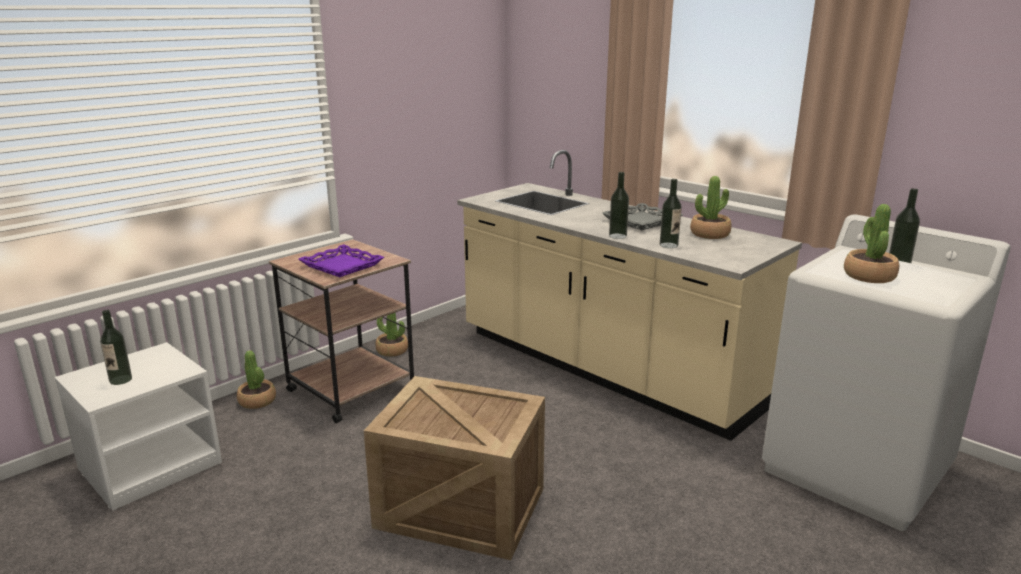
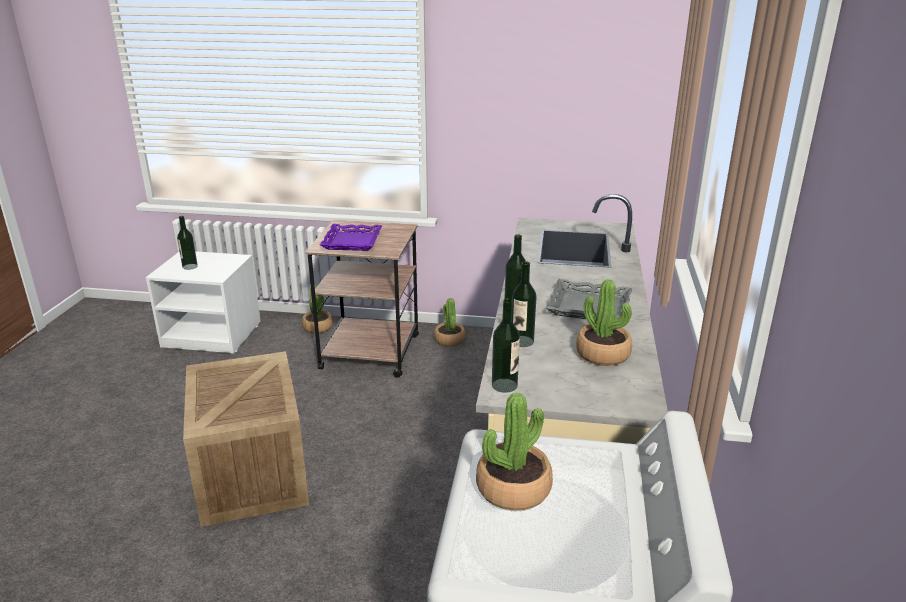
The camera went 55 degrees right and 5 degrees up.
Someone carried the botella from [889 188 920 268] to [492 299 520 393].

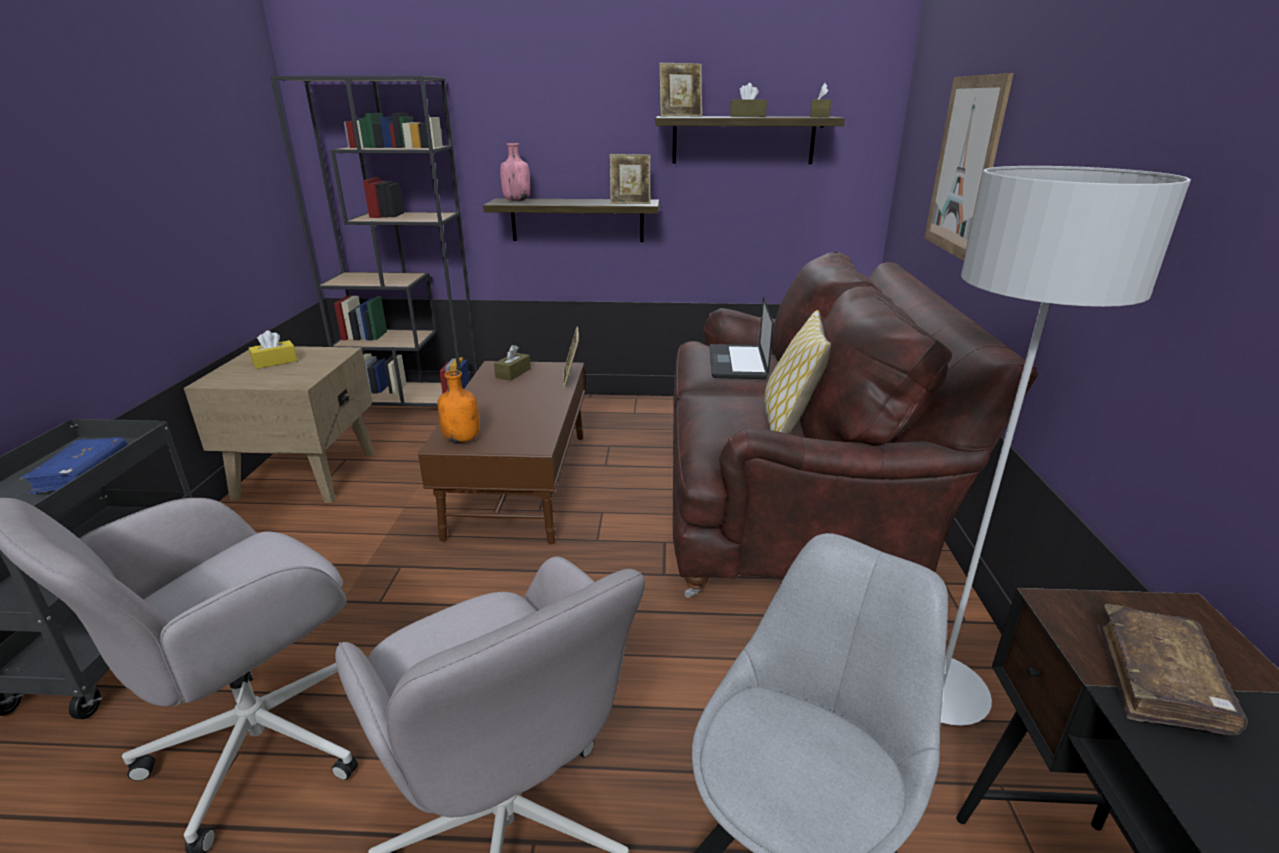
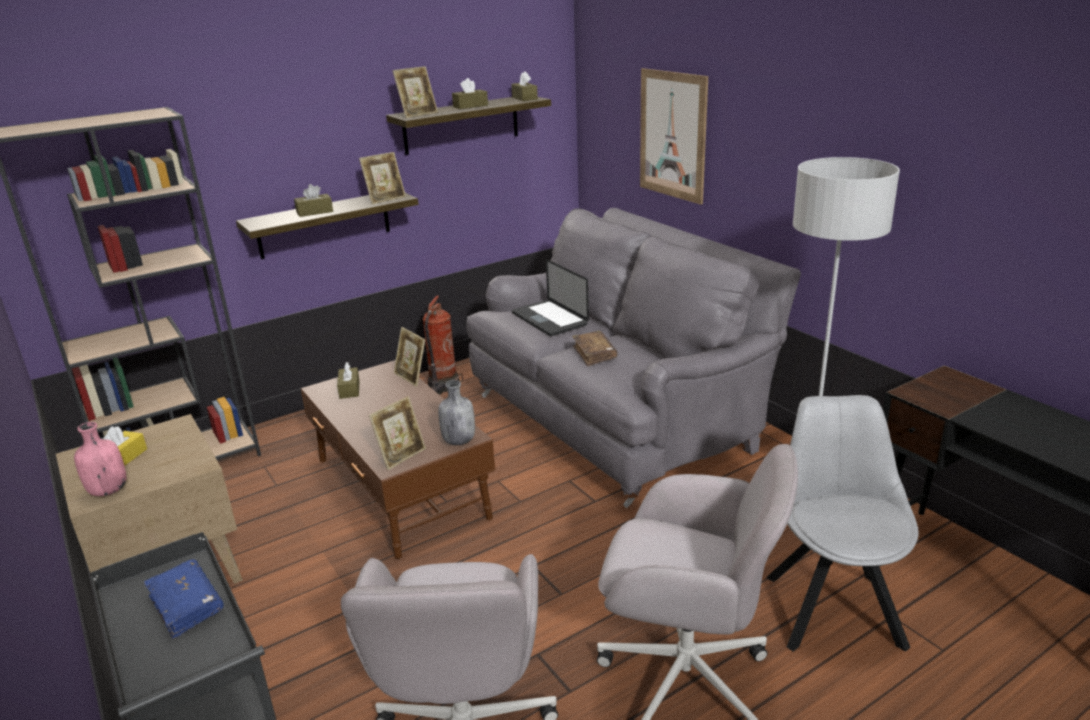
The camera went 35 degrees left and 0 degrees up.
Someone took away the cojín at [764 310 831 434].
Someone put down the caja de pañuelos/marrón at [294 184 333 217].
Someone put down the extintor at [422 295 463 395].
Someone put down the botella/gris at [438 380 475 445].
Someone carried the botella/rosa from [500 143 530 201] to [74 422 126 496].
Someone carried the libro/marrón from [1098 604 1248 735] to [572 331 618 366].
Someone swapped the botella/naranja at [437 370 479 443] for the portarretratos at [369 396 426 470].
Someone repainted the sofá/marrón at [673 252 1038 598], which became the sofá/gris at [466 208 801 508].

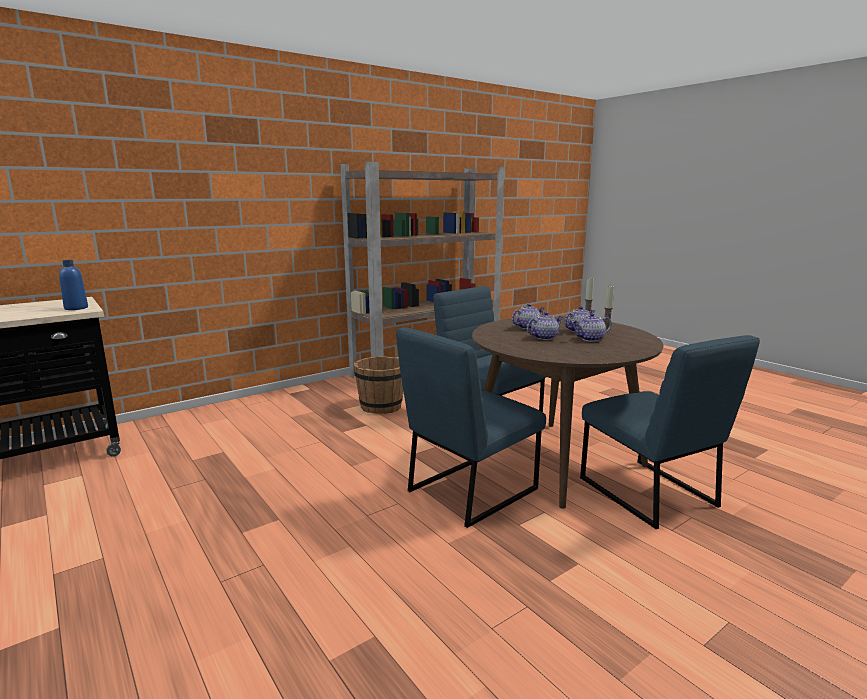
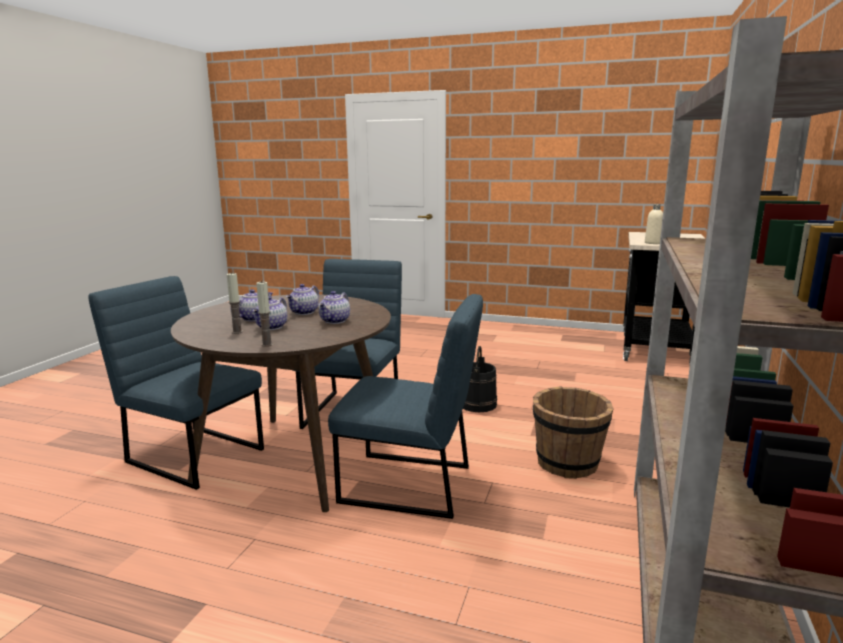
The camera went 145 degrees right and 0 degrees up.
Someone put down the cubo/negro at [463 346 497 412].
Someone repainted the botella/azul at [59 260 88 310], which became the botella/beis at [645 204 663 244].

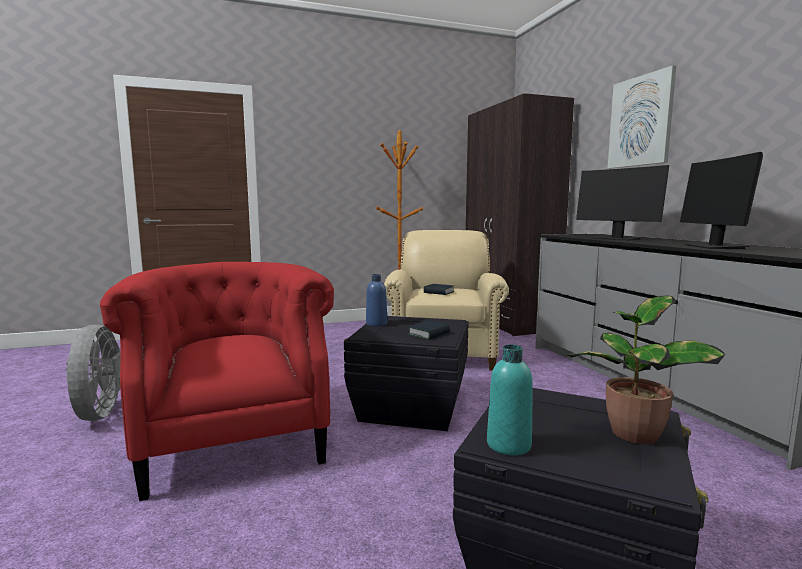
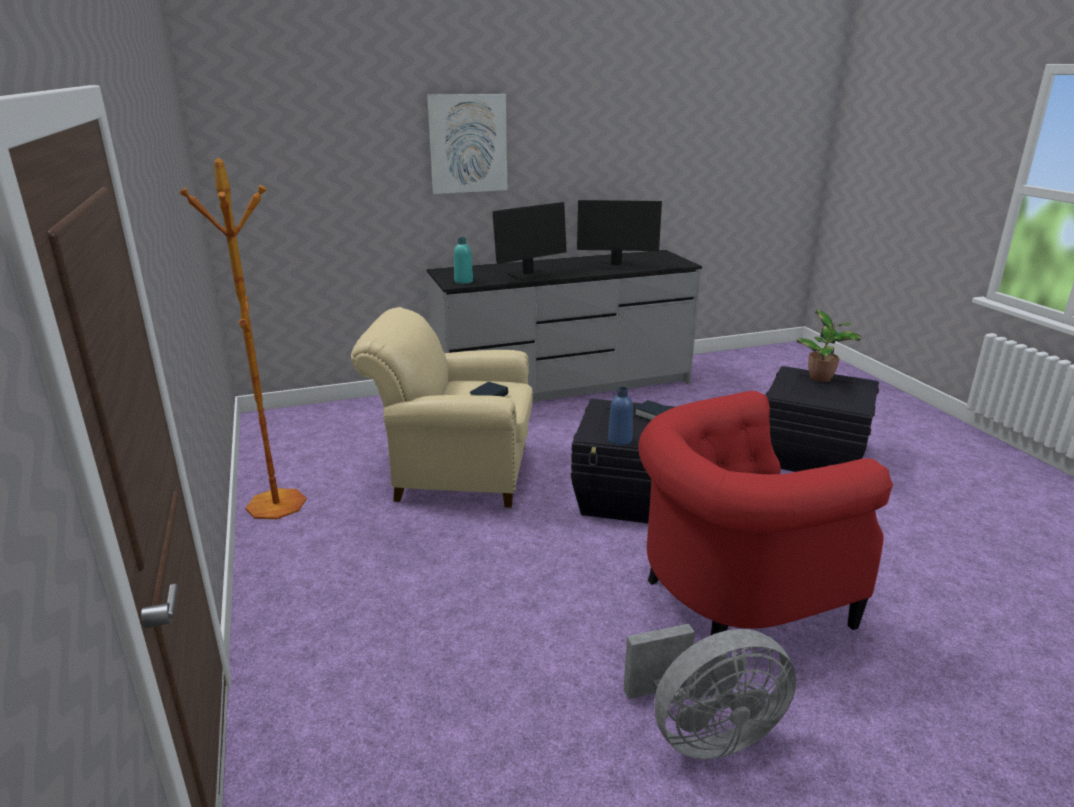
The camera went 90 degrees left and 15 degrees up.
Someone took away the armario ropero/marrón at [466 93 574 336].
Someone carried the botella/turquesa from [487 344 533 455] to [454 237 473 284].

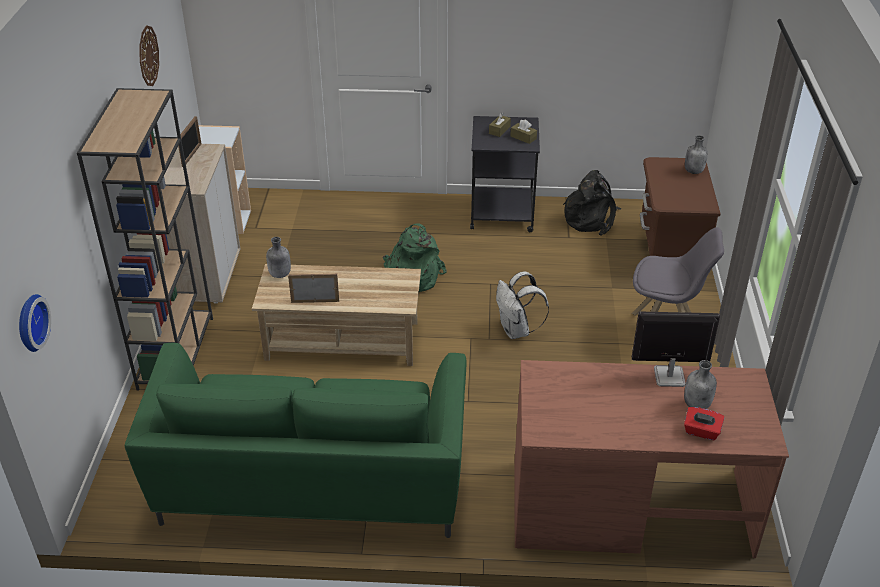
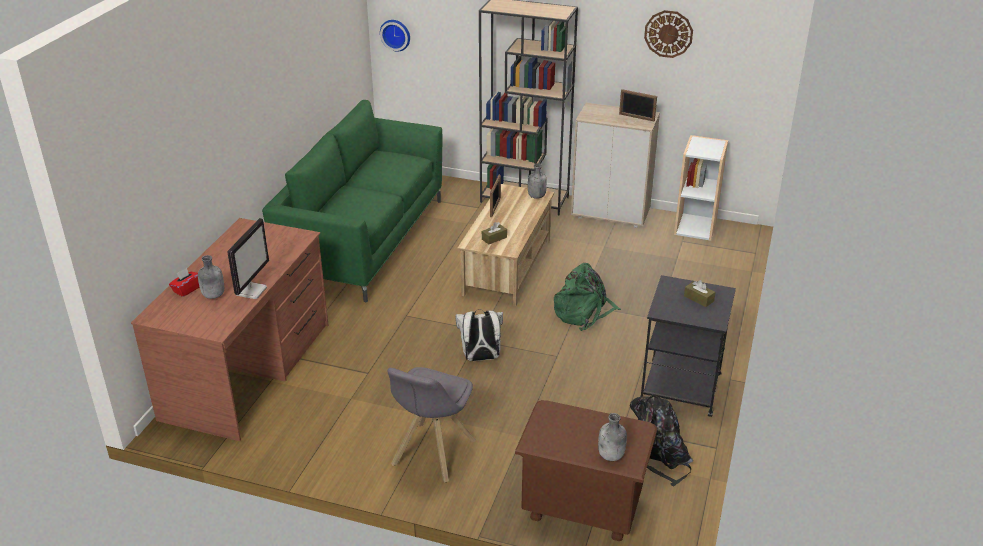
The camera went 105 degrees right and 5 degrees down.
Someone carried the caja de pañuelos/marrón from [510 119 537 144] to [482 222 507 245].

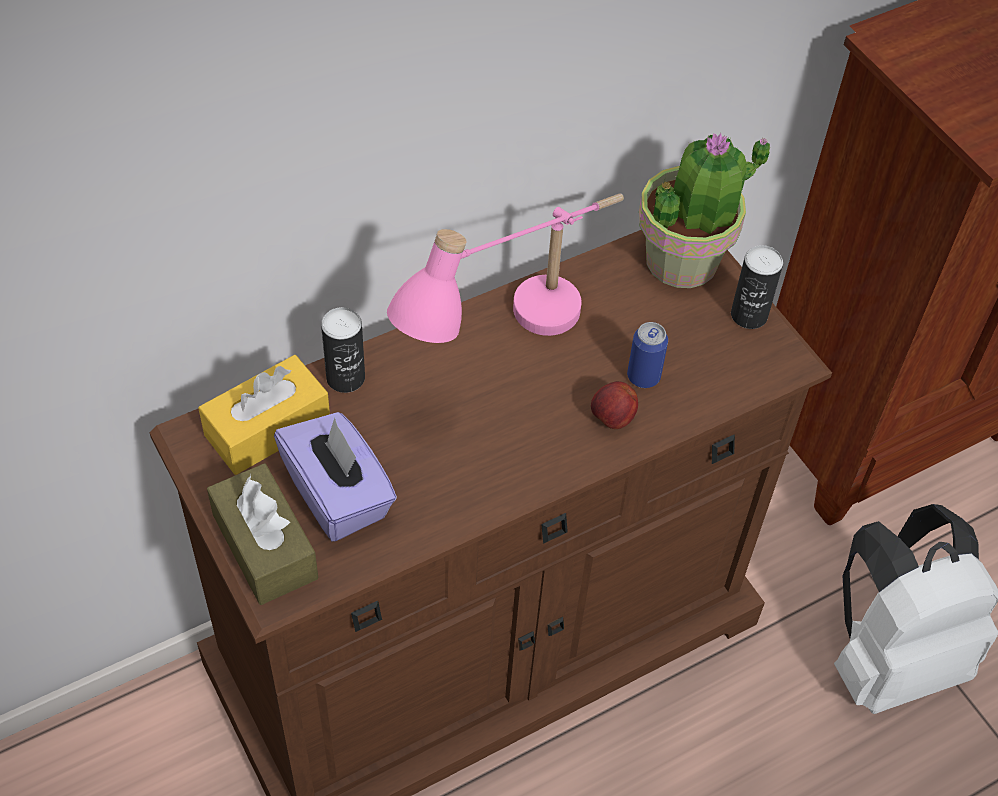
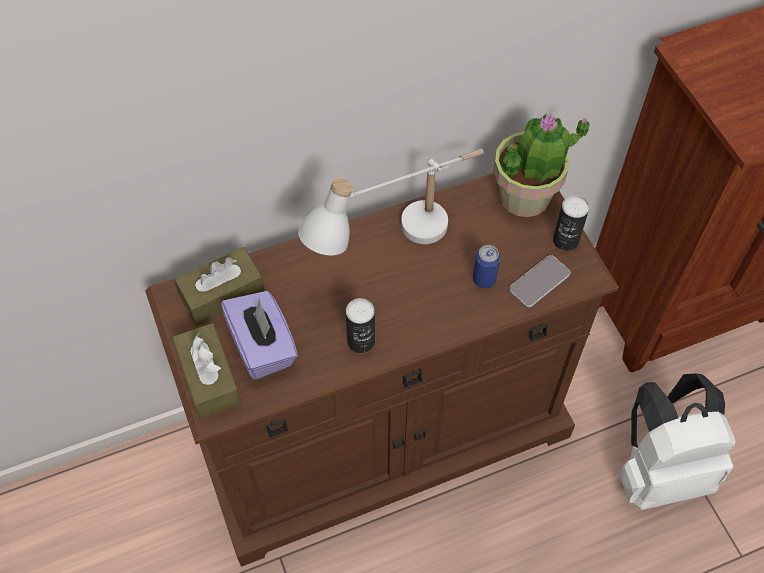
The camera went 10 degrees right and 5 degrees up.
Someone took away the manzana at [591 381 638 429].
Someone put down the móvil at [509 255 571 307].
Someone carried the lata from [321 307 365 393] to [346 298 375 353].
Someone repainted the caja de pañuelos/amarillo at [198 355 330 475], which became the caja de pañuelos/marrón at [174 247 265 326].
Someone repainted the lámpara de mesa/rosa at [387 193 624 343], which became the lámpara de mesa/blanco at [298 149 484 255].

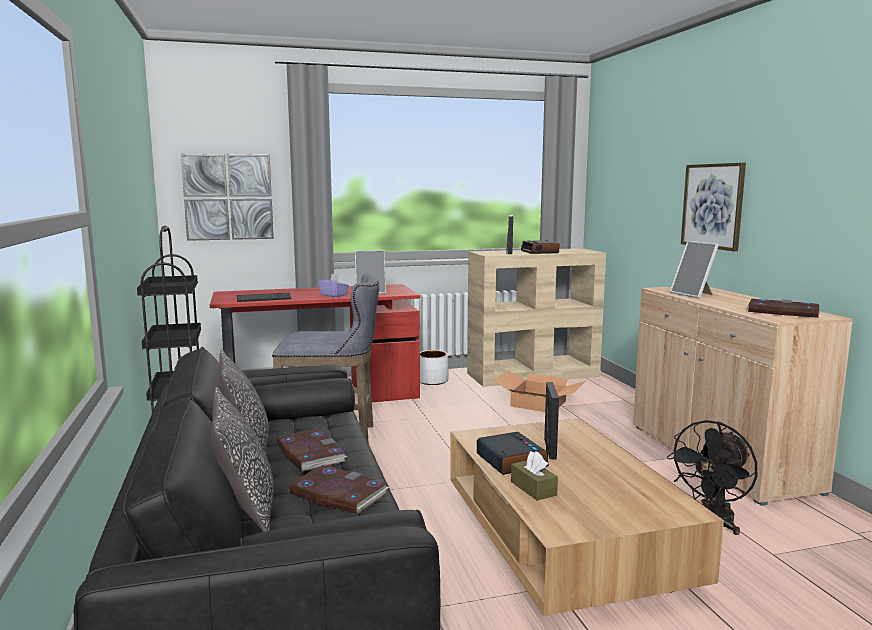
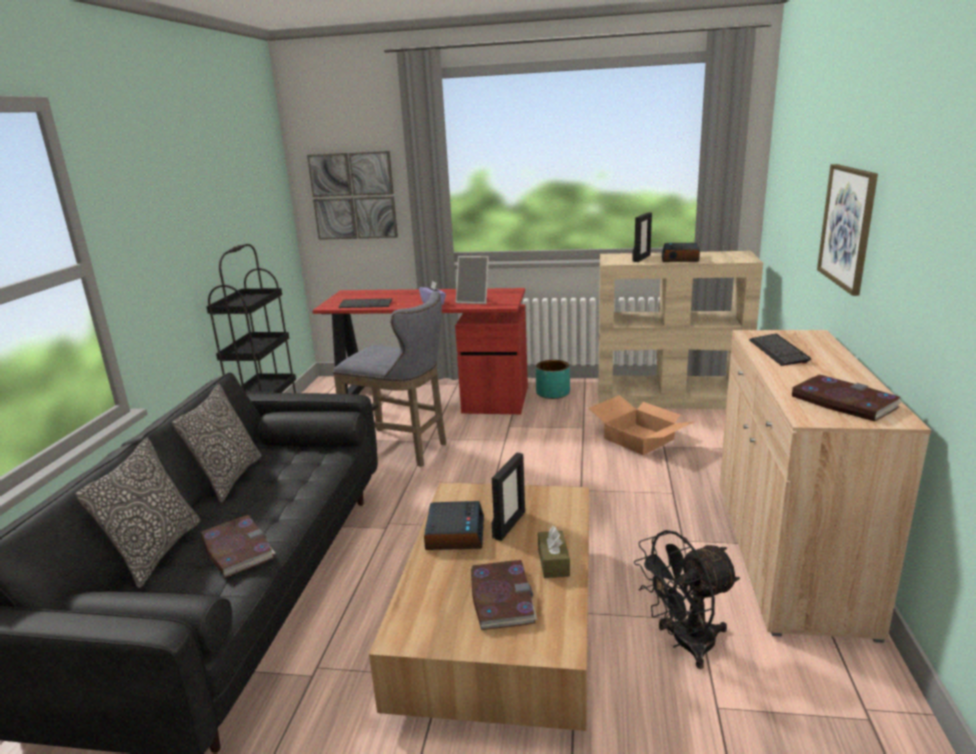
The camera went 25 degrees right and 10 degrees up.
Someone carried the libro from [277 429 347 471] to [471 560 537 630].
Someone carried the caja de pañuelos/marrón from [511 451 558 501] to [538 525 570 578].
Someone swapped the portarretratos at [670 241 719 299] for the teclado at [749 334 811 366].
Someone repainted the maceta/blanco at [420 350 448 385], which became the maceta/turquesa at [536 360 570 399].

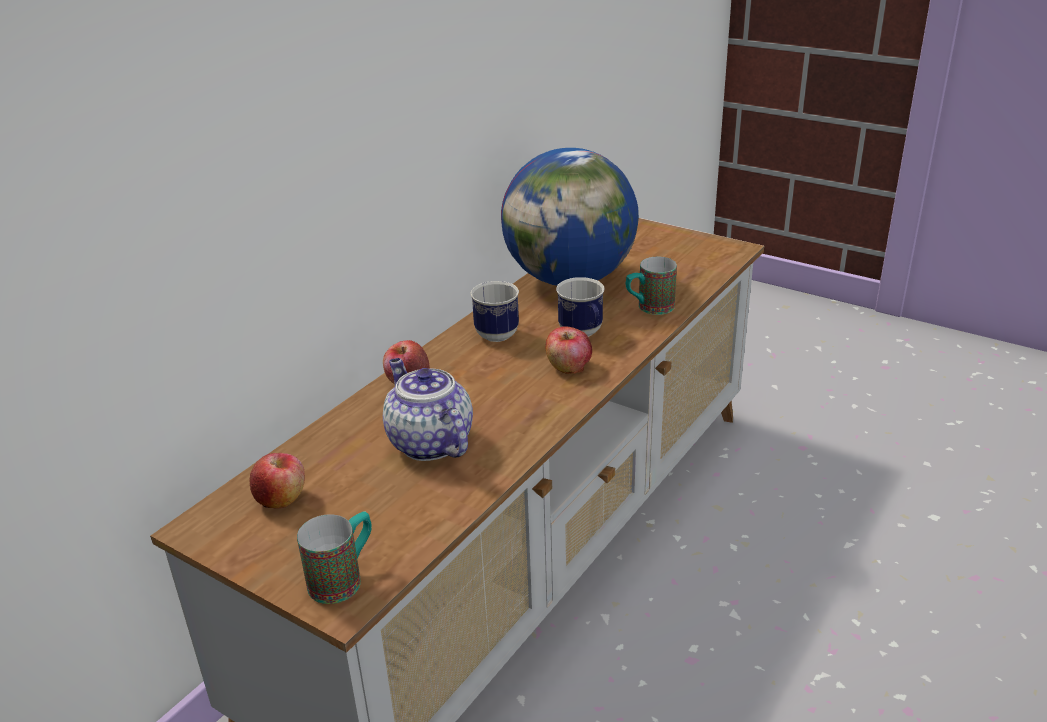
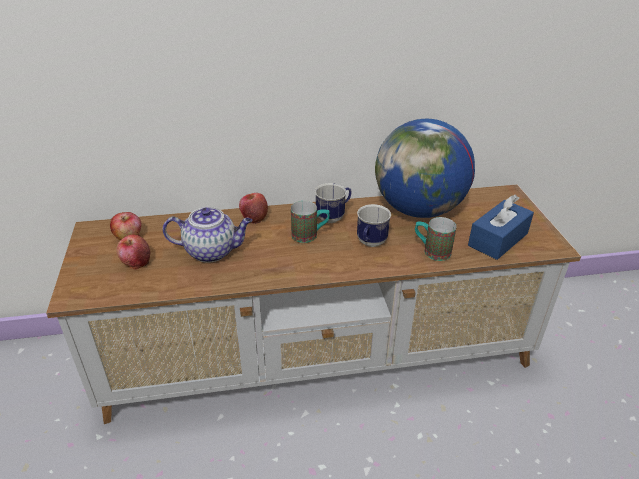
The camera went 45 degrees right and 5 degrees up.
Someone put down the caja de pañuelos/azul at [468 195 534 260].
Someone carried the taza grande from [297 512 372 604] to [291 201 330 243].
Someone carried the manzana from [545 327 592 374] to [116 234 150 270].
Someone rotated the tetera at [383 358 473 461] by 75 degrees clockwise.

